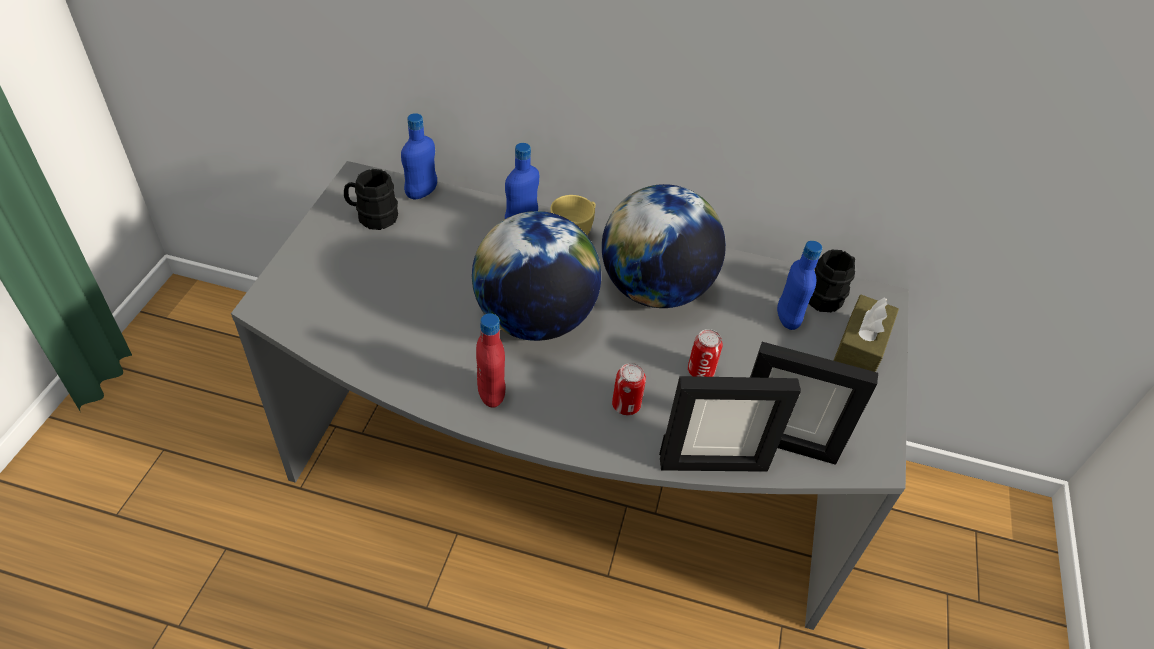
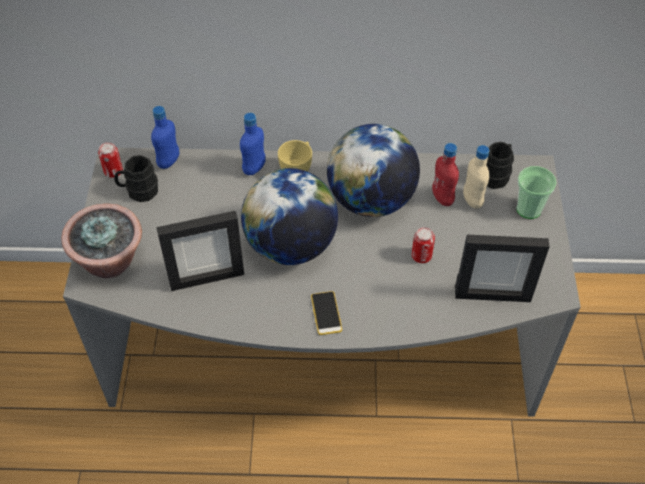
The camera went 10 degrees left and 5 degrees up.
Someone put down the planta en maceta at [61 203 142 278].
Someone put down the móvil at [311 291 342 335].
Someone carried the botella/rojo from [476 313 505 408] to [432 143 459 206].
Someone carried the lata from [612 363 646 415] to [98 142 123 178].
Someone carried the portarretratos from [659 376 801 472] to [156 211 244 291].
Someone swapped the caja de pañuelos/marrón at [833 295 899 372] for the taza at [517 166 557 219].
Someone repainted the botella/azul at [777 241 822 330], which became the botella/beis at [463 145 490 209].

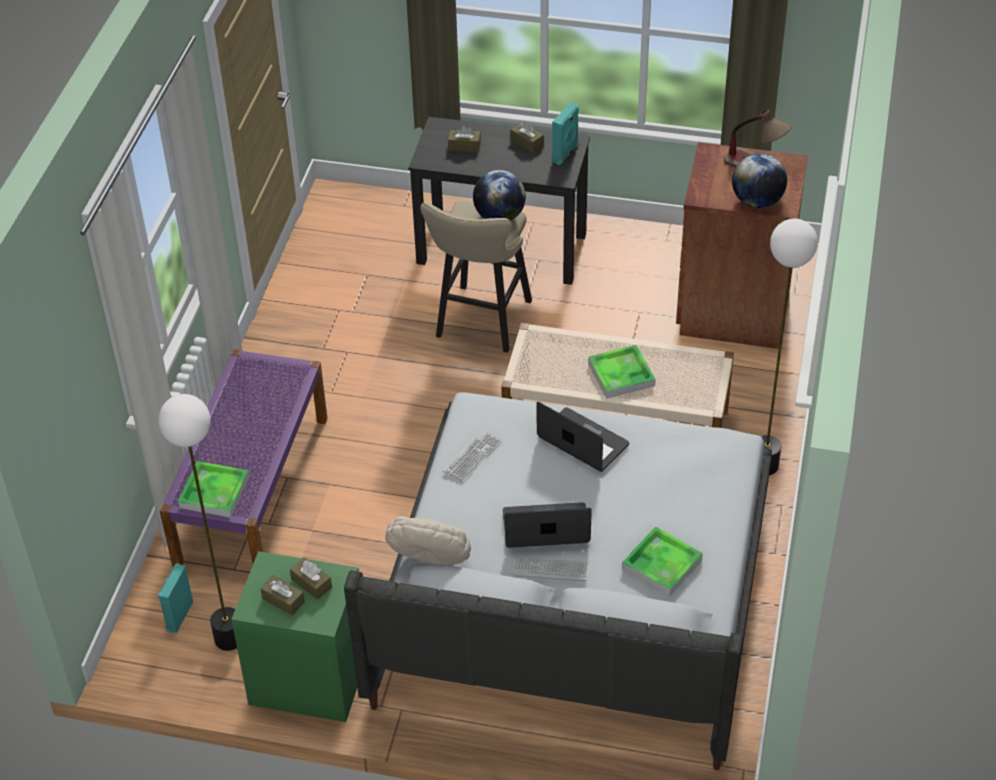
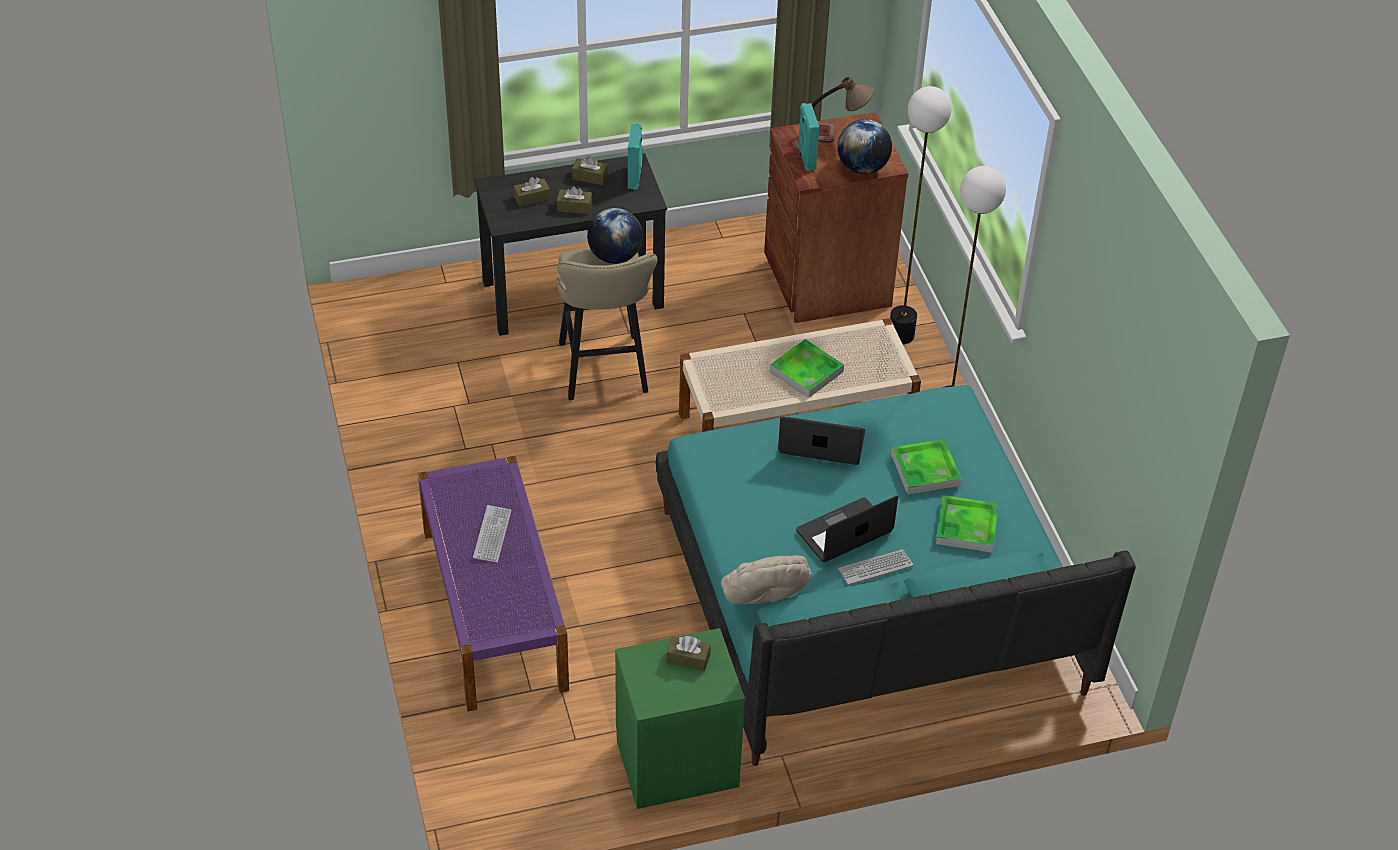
The camera went 30 degrees left and 0 degrees up.
Someone carried the altavoz/turquesa from [158 563 193 633] to [797 103 819 171].
Someone carried the lámpara de pie from [159 394 237 651] to [890 86 952 344].
Someone carried the bandeja from [178 461 250 518] to [891 439 962 495].
Someone carried the caja de pañuelos/marrón from [260 575 305 615] to [557 186 592 214].
Someone carried the teclado from [443 429 501 483] to [473 505 511 563].
Someone repainted the cama/gris at [344 392 772 770], which became the cama/turquesa at [656 385 1136 766].

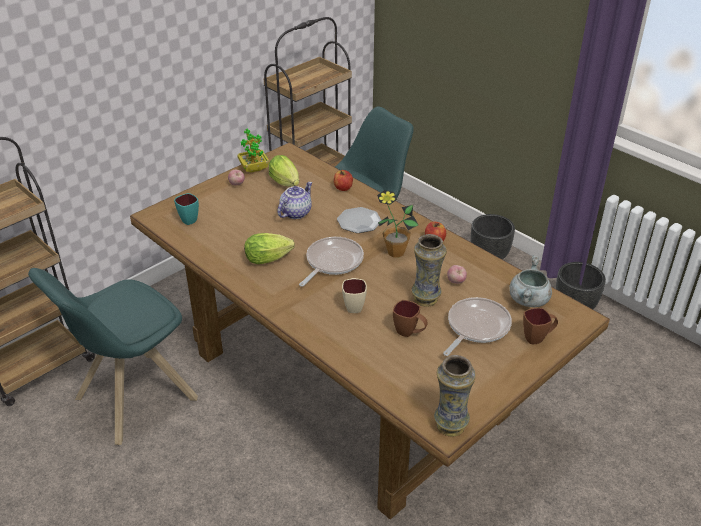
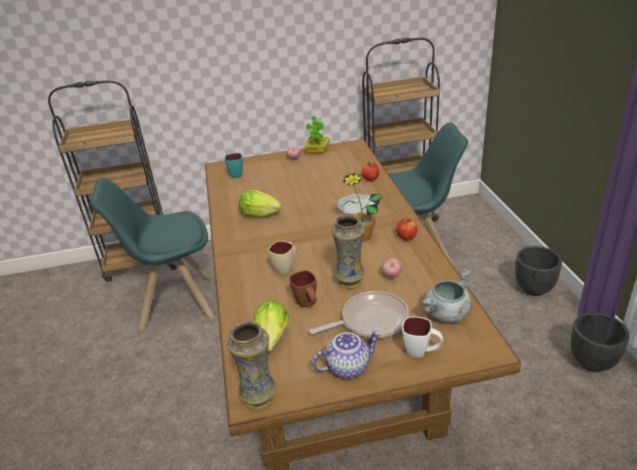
The camera went 35 degrees right and 5 degrees down.
Someone took away the sartén at [299 237 364 287].
Someone carried the lechuga from [269 155 299 187] to [254 300 289 351].
Someone carried the tetera from [277 182 312 219] to [312 331 381 379].
Someone repainted the taza grande/marrón at [523 308 558 344], which became the taza grande/blanco at [402 316 443 358].

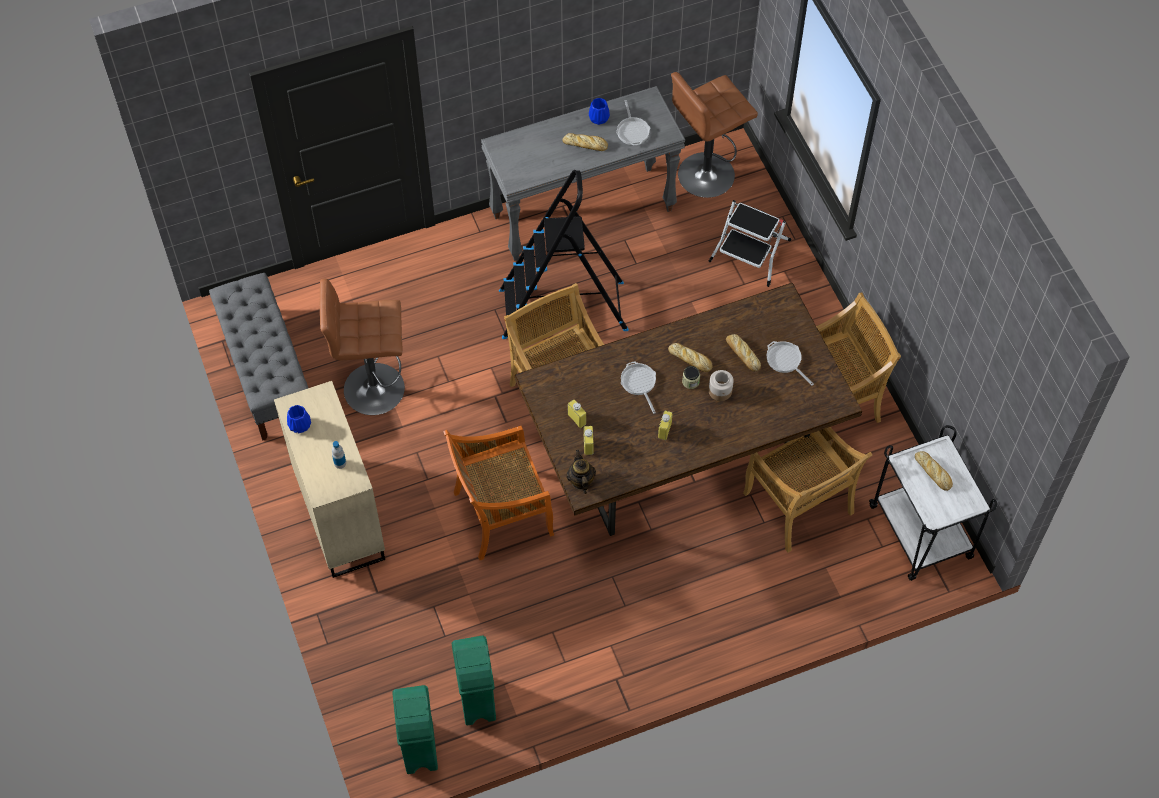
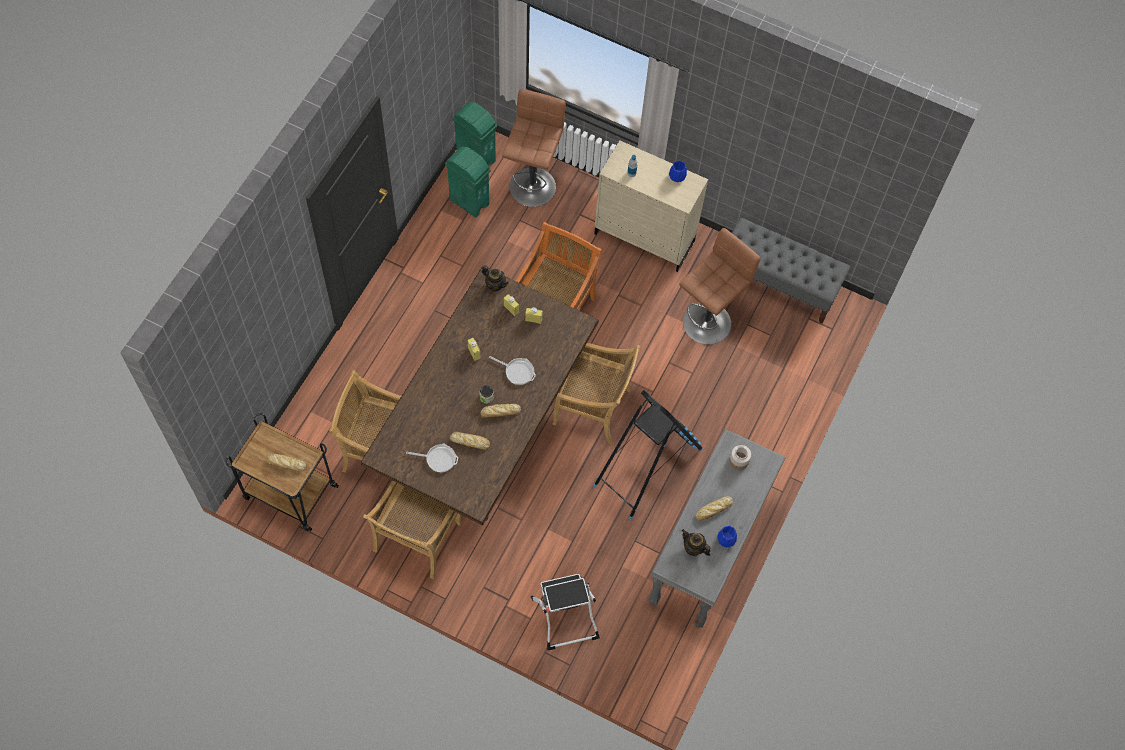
The camera went 135 degrees right and 5 degrees up.
Someone carried the taburete/marrón from [671 72 758 198] to [502 89 566 207].
Someone carried the tarro from [709 370 734 401] to [729 445 751 470].
Someone swapped the sartén at [616 100 651 145] for the tetera at [682 529 711 556].
Someone repainted the carrito/blanco at [869 425 997 581], which became the carrito/marrón at [225 413 339 531].

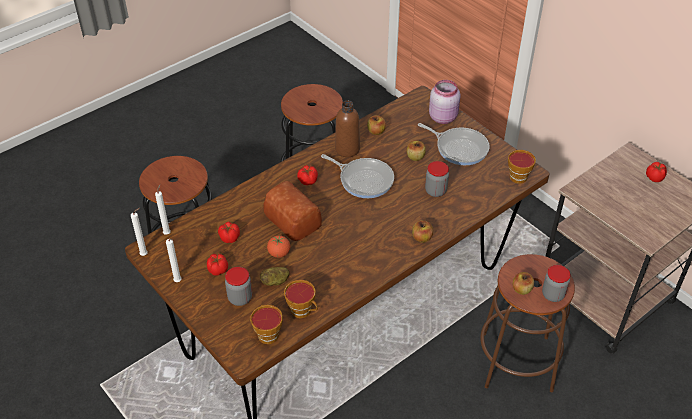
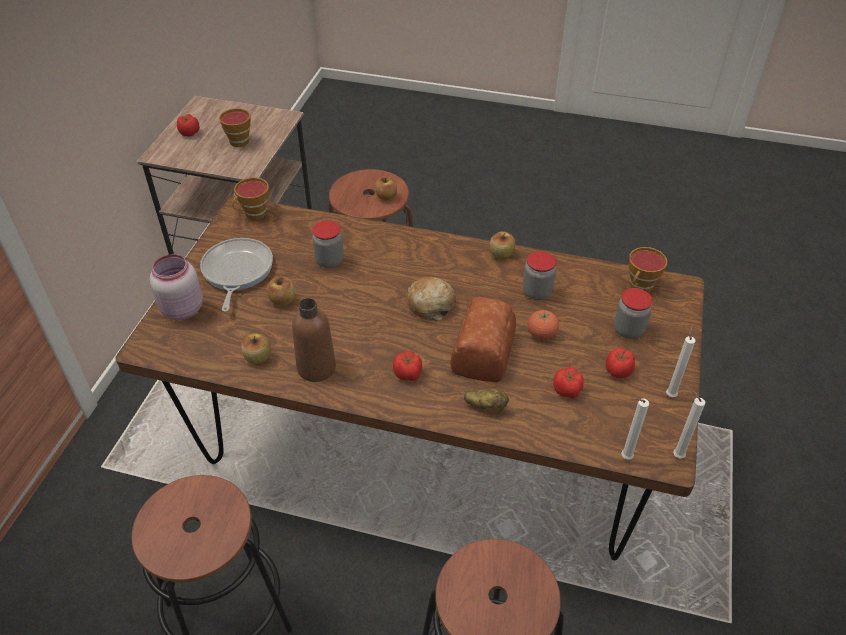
The camera went 125 degrees left and 0 degrees up.
Someone took away the sartén at [321 154 394 198].
Someone put down the pan at [407 277 456 321].
Someone carried the patata from [260 267 290 286] to [464 389 509 412].
Someone carried the taza from [284 280 318 318] to [219 108 251 147].
Someone carried the manzana from [412 220 433 243] to [490 231 515 259].
Someone carried the tarro from [542 265 571 302] to [523 251 556 300].

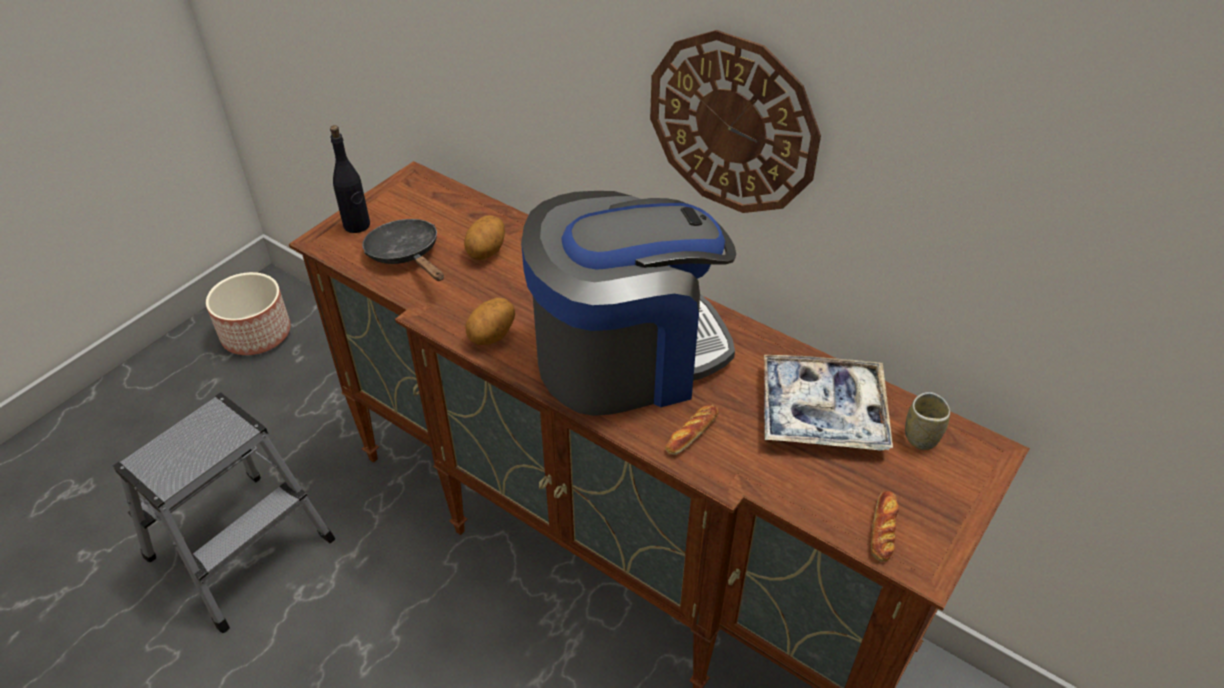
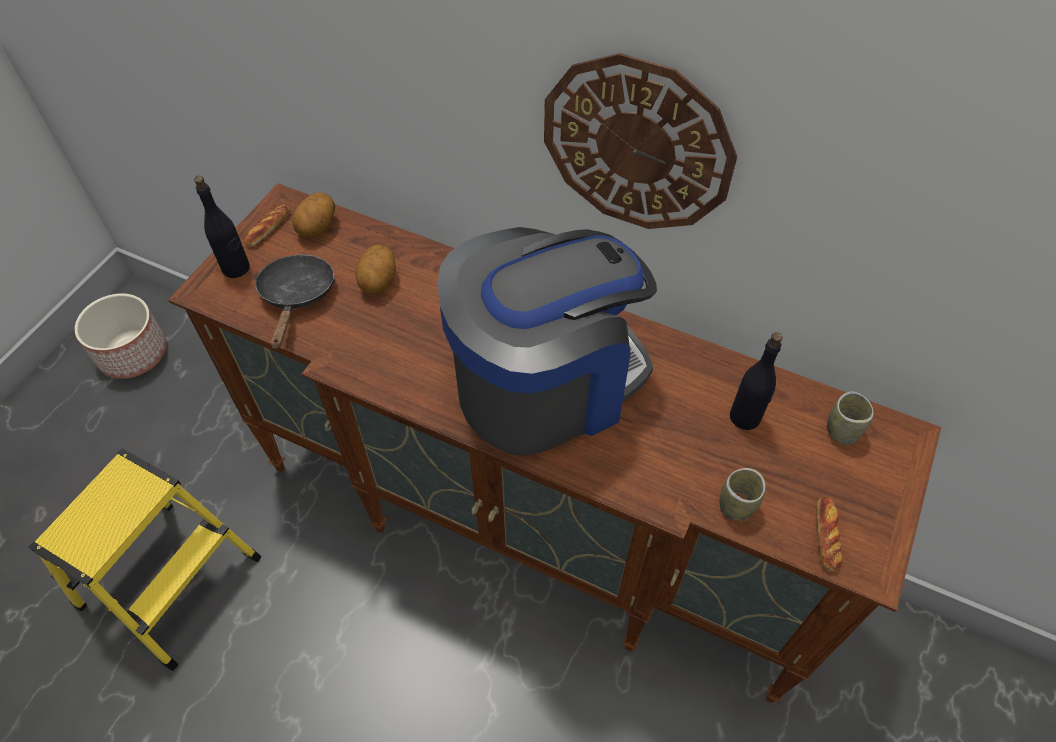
The camera went 10 degrees left and 10 degrees up.
Someone put down the taza at [720 468 766 521].
Someone carried the patata from [466 298 515 345] to [292 193 335 237].
Someone carried the pan from [666 404 719 455] to [244 204 290 246].
Someone swapped the bandeja at [764 355 893 451] for the botella/negro at [730 332 782 430].
Someone repainted the escalera de tijera/gris at [113 392 335 633], which became the escalera de tijera/amarillo at [28 448 261 671].
Someone rotated the sartén/negro at [362 219 444 281] by 45 degrees clockwise.

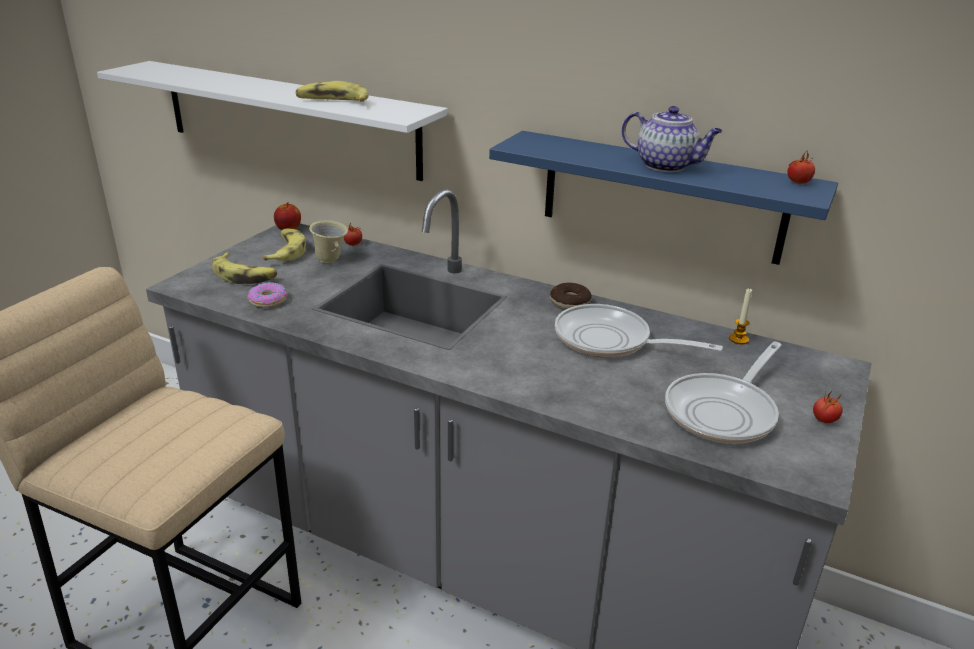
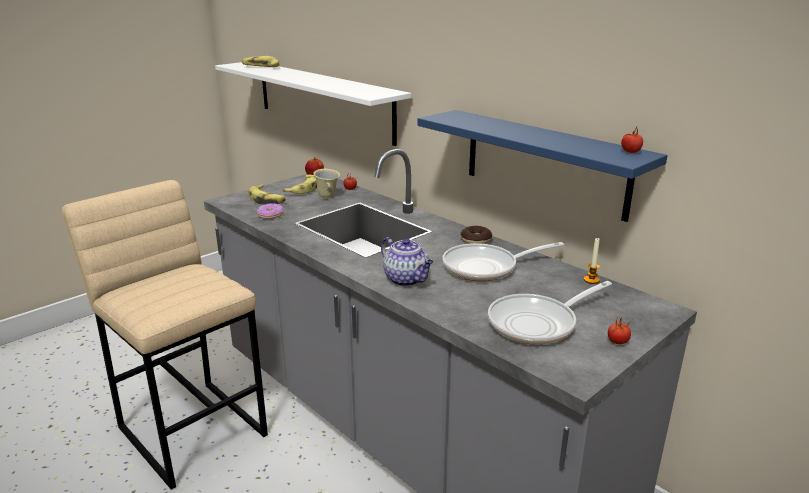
The camera went 20 degrees right and 5 degrees down.
Someone carried the plátano from [296 81 368 102] to [242 56 279 67].
Someone carried the tetera from [622 106 723 172] to [381 237 433 286].
Someone rotated the sartén at [555 304 723 358] by 60 degrees counterclockwise.

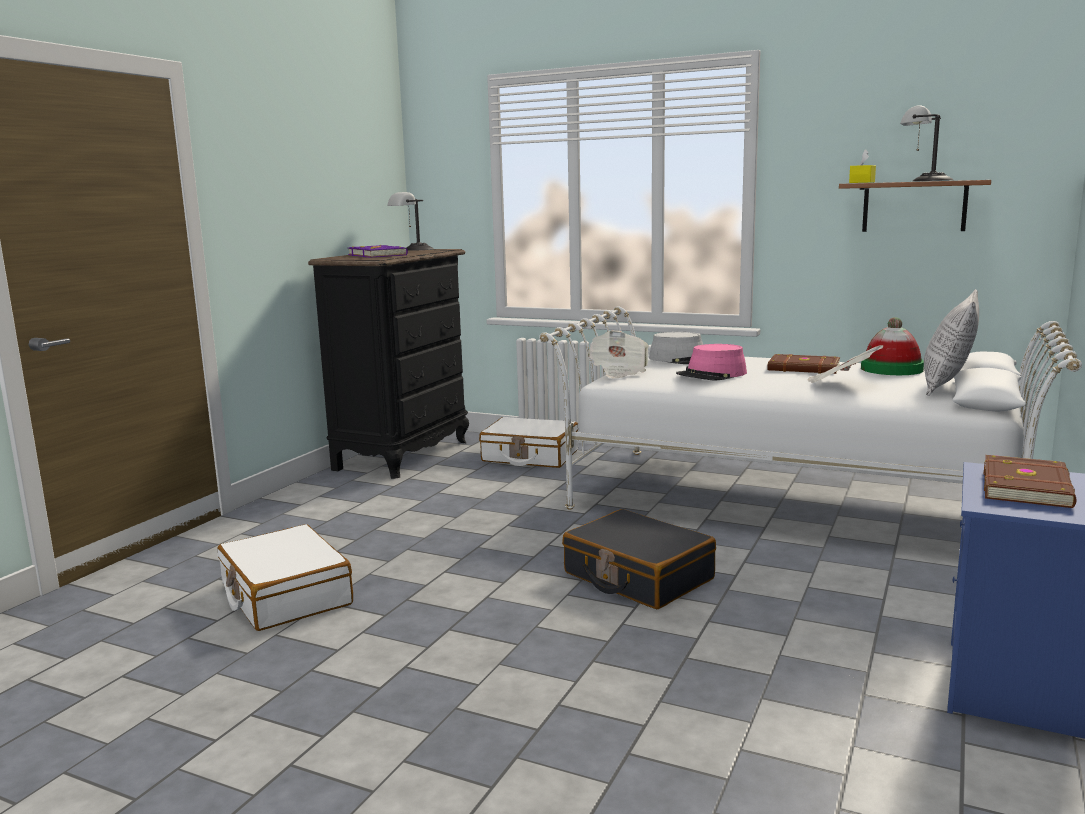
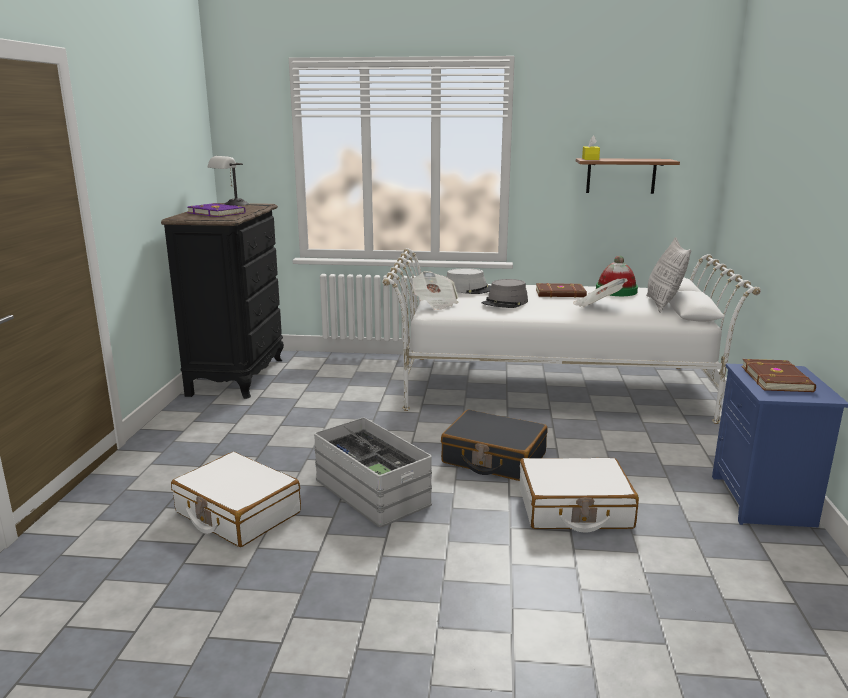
The camera went 20 degrees left and 5 degrees up.
Someone took away the lámpara de mesa at [900 105 953 181].
Someone put down the caja de almacenaje/gris at [314 418 432 527].
Someone carried the maleta/blanco from [479 417 578 468] to [520 458 639 532].
Someone repainted the sombrero/rosa at [676 344 747 381], which became the sombrero/gris at [482 279 528 308].

